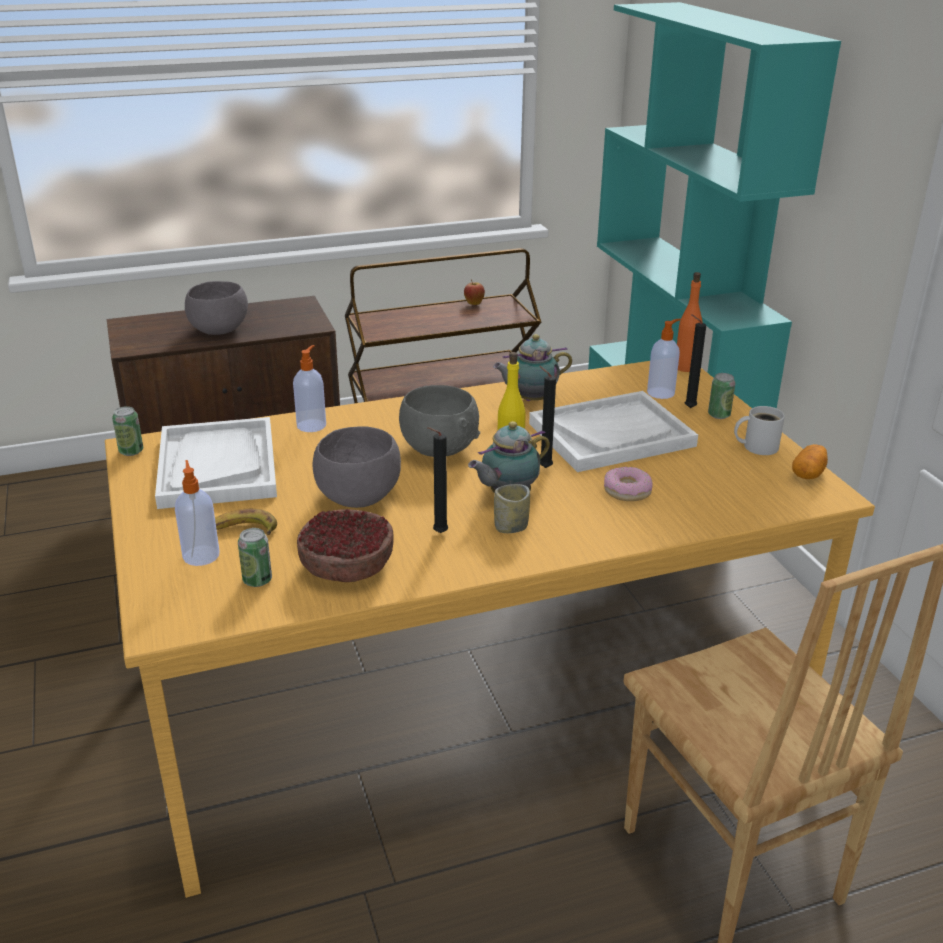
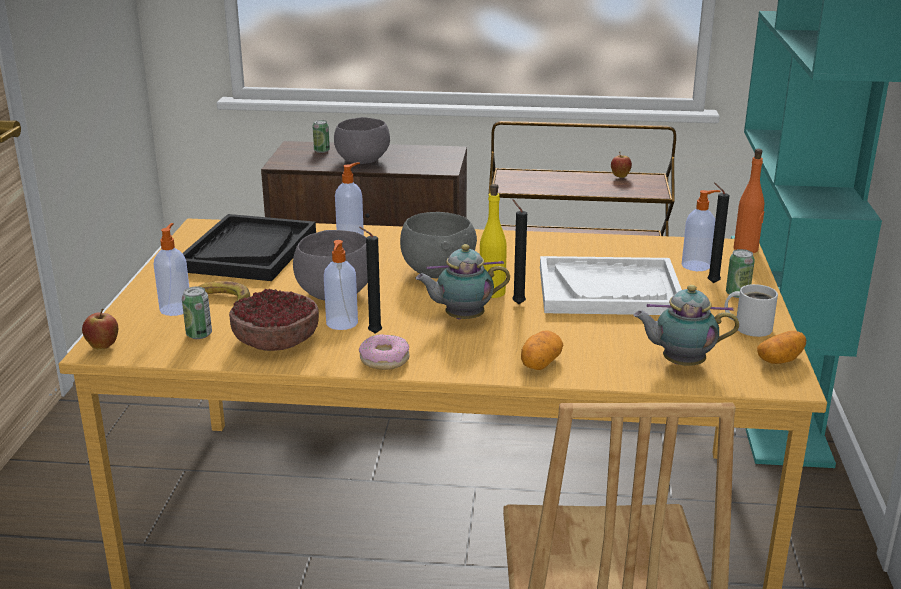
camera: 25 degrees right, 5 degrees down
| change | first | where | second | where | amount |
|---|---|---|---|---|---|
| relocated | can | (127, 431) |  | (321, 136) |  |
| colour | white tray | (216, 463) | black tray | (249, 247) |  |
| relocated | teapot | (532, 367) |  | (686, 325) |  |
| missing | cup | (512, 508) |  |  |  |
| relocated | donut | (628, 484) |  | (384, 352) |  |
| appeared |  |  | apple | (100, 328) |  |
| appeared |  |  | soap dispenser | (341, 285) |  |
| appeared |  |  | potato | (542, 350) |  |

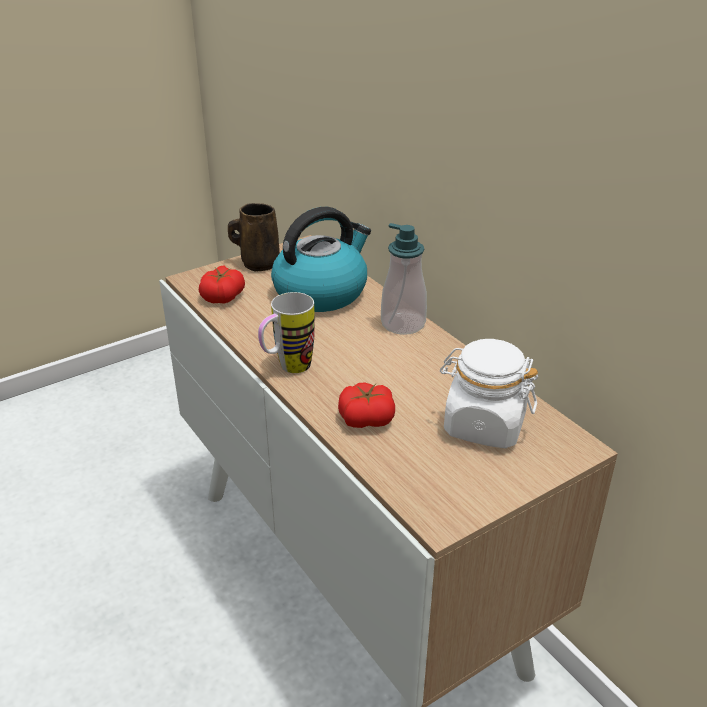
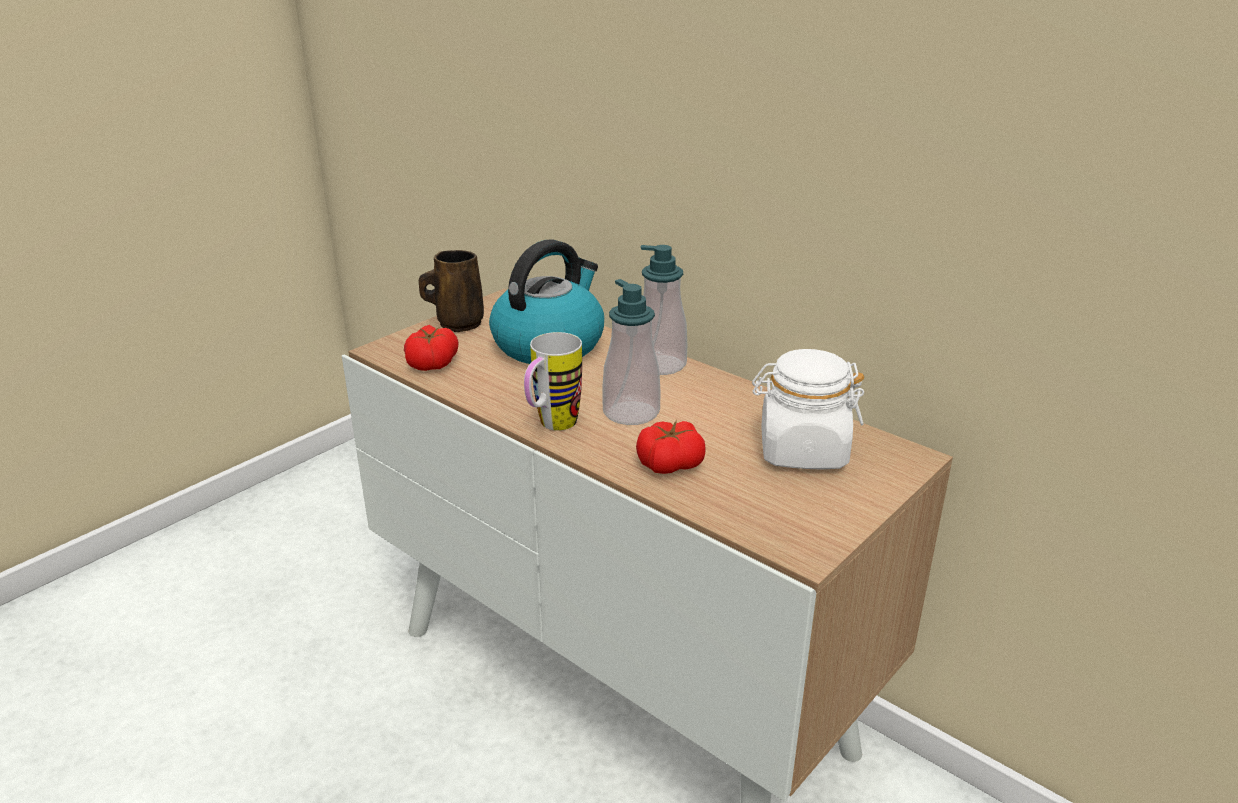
camera: 15 degrees left, 5 degrees down
| change | first | where | second | where | amount |
|---|---|---|---|---|---|
| appeared |  |  | soap dispenser | (631, 352) |  |

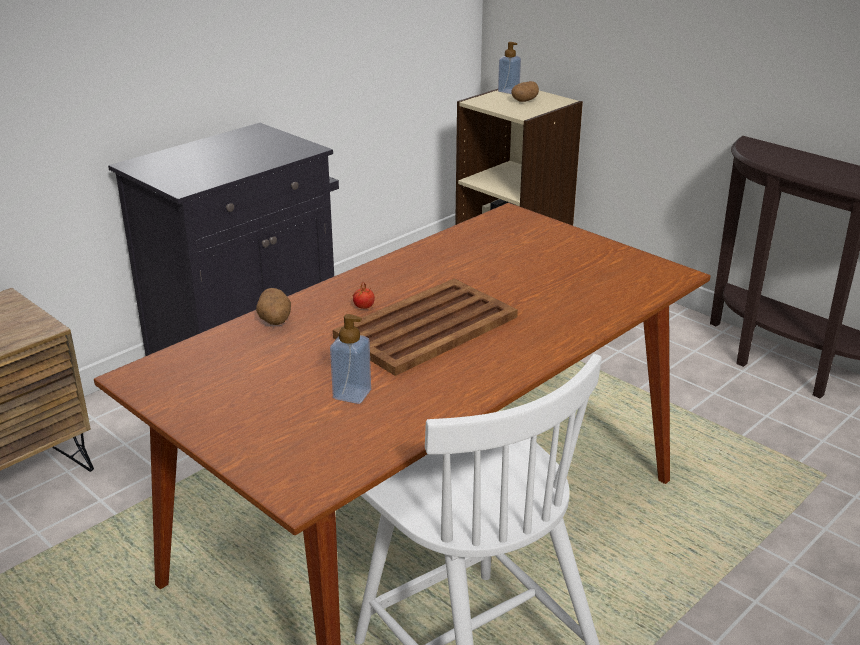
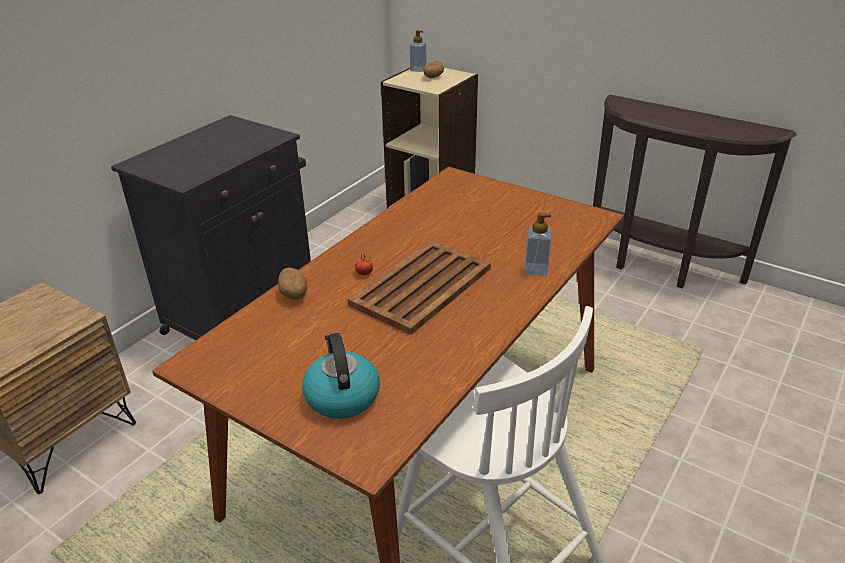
camera: 10 degrees left, 5 degrees up
| change | first | where | second | where | amount |
|---|---|---|---|---|---|
| relocated | soap dispenser | (350, 359) |  | (538, 244) |  |
| appeared |  |  | kettle | (341, 376) |  |

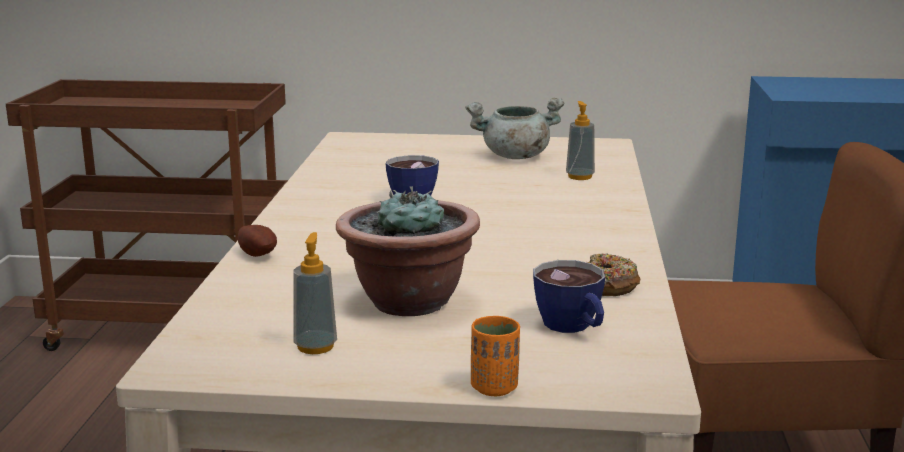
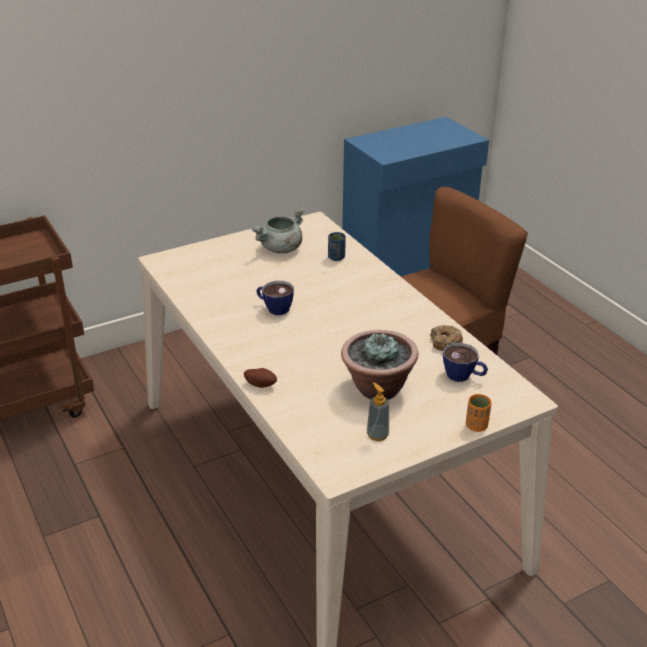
camera: 35 degrees left, 15 degrees up
| change | first | where | second | where | amount |
|---|---|---|---|---|---|
| exchanged | soap dispenser | (580, 140) | blue cup | (337, 246) |  |

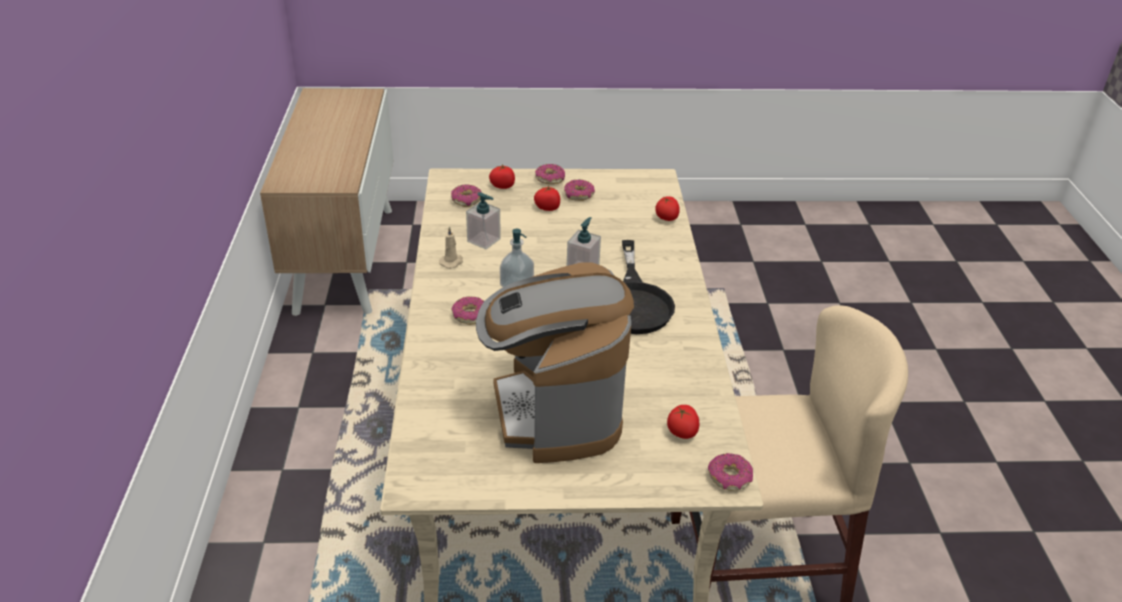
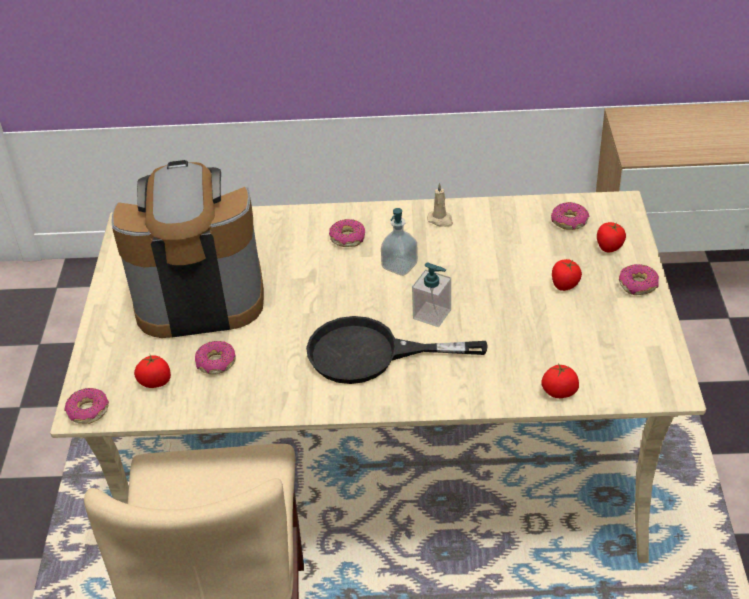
camera: 95 degrees right, 5 degrees up
| change | first | where | second | where | amount |
|---|---|---|---|---|---|
| missing | soap dispenser | (483, 220) |  |  |  |
| relocated | donut | (579, 190) |  | (215, 357) |  |

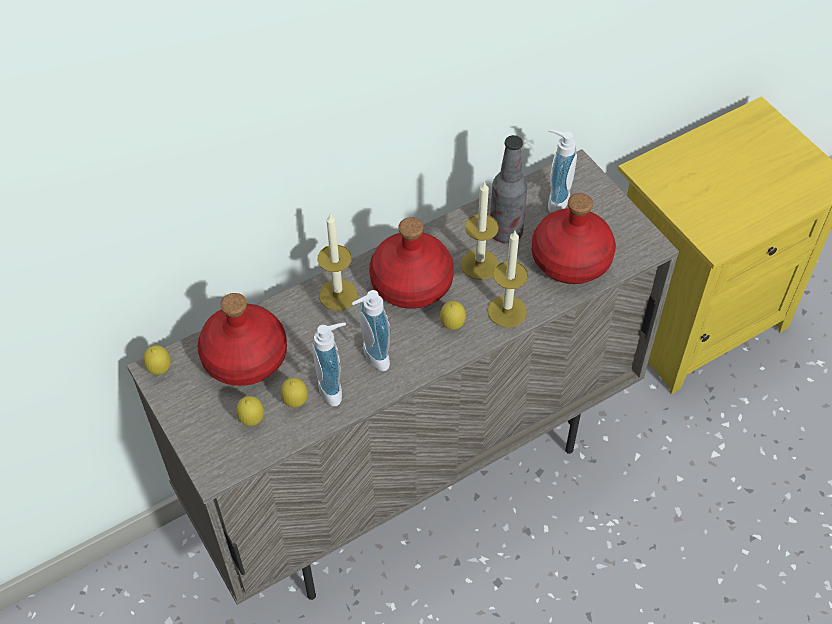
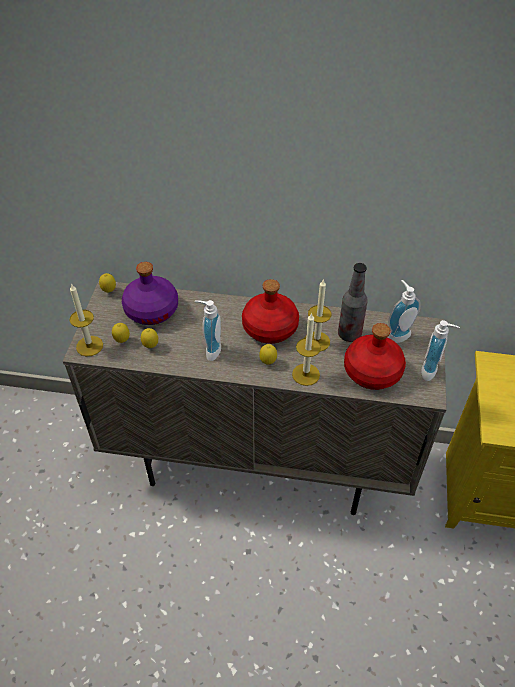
camera: 40 degrees right, 5 degrees down
| change | first | where | second | where | amount |
|---|---|---|---|---|---|
| colour | red bottle | (242, 339) | purple bottle | (150, 293) |  |
| relocated | soap dispenser | (329, 364) |  | (440, 350) |  |
| relocated | candle | (337, 262) |  | (86, 320) |  |

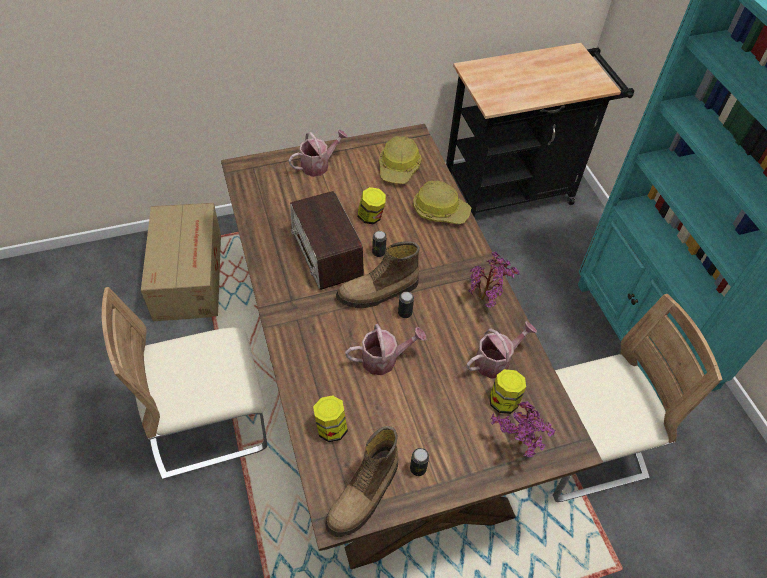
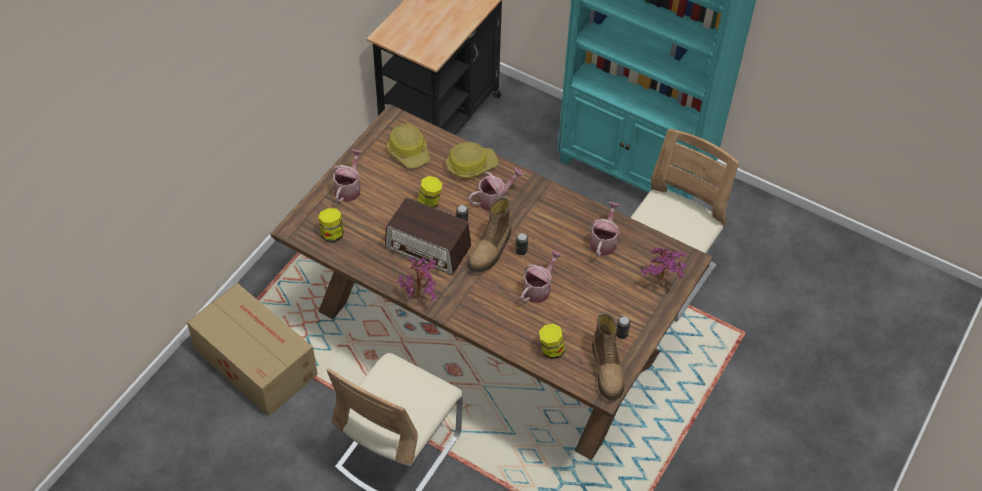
camera: 40 degrees left, 0 degrees up
| change | first | where | second | where | amount |
|---|---|---|---|---|---|
| relocated | potted plant | (494, 280) |  | (417, 279) |  |
| relocated | jar | (508, 391) |  | (331, 225) |  |
| appeared |  |  | watering can | (496, 189) |  |

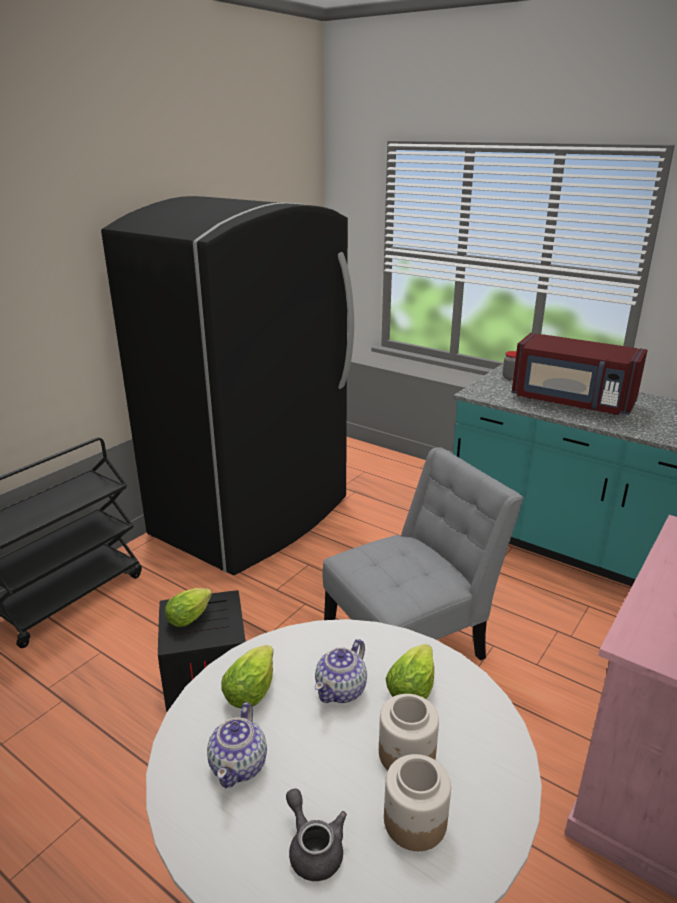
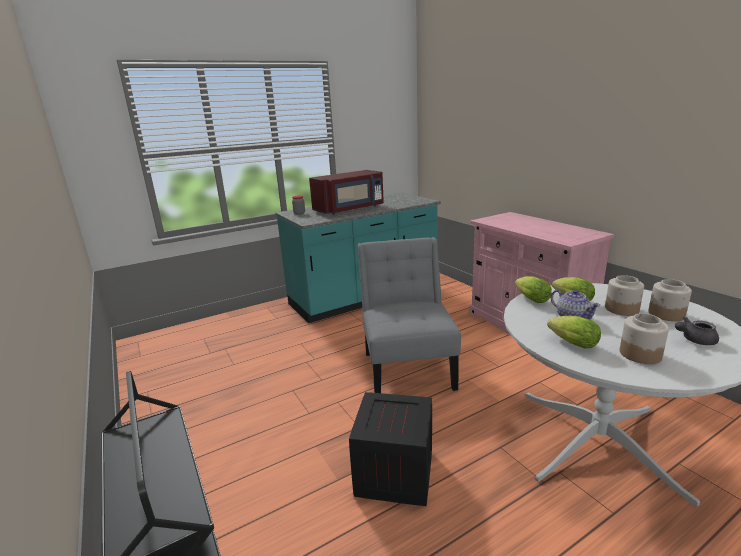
camera: 65 degrees left, 5 degrees down
| change | first | where | second | where | amount |
|---|---|---|---|---|---|
| missing | black fridge | (227, 385) |  |  |  |
| relocated | lettuce | (188, 607) |  | (533, 289) |  |
| exchanged | teapot | (237, 745) | jar | (644, 338) |  |

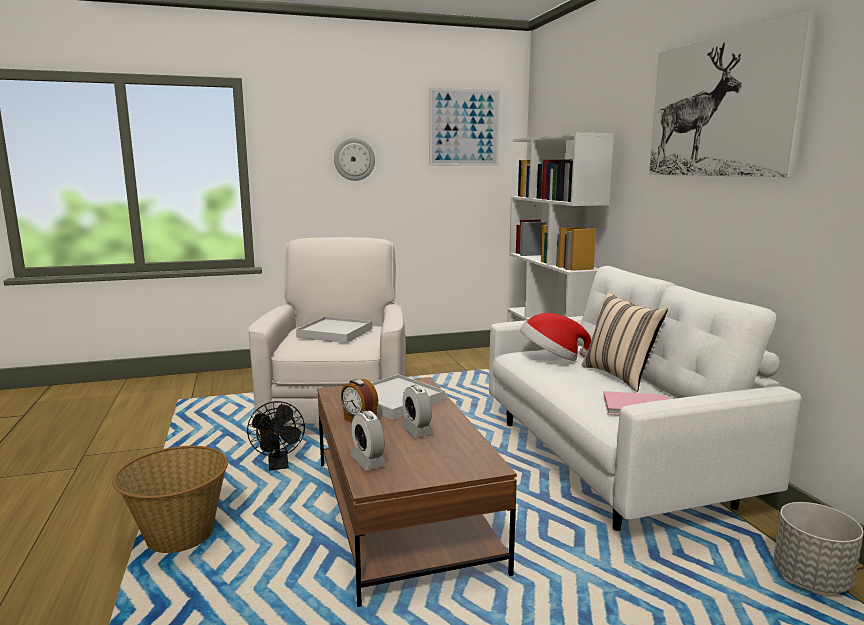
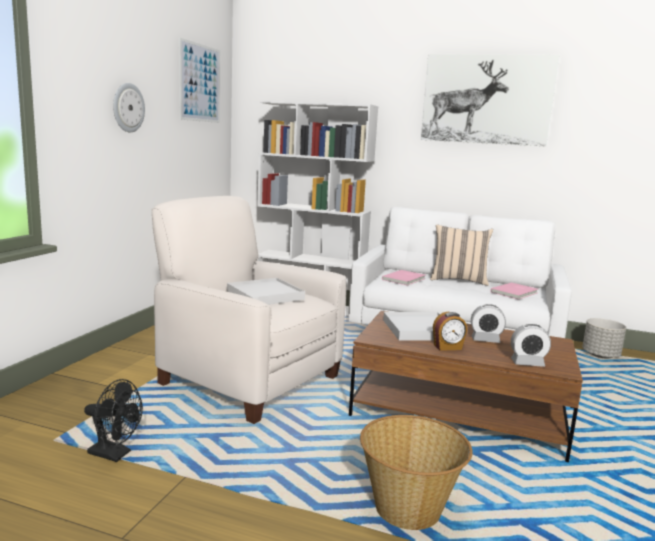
camera: 55 degrees left, 0 degrees up
| change | first | where | second | where | amount |
|---|---|---|---|---|---|
| relocated | black fan | (276, 436) |  | (113, 420) |  |
| exchanged | hat | (555, 337) | pink book | (403, 278) |  |

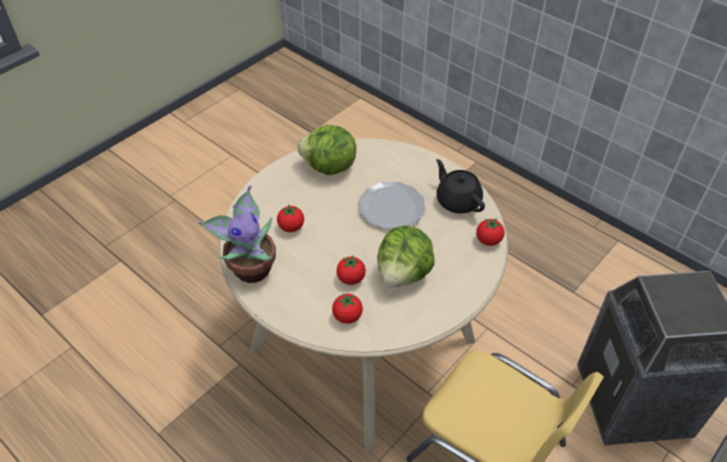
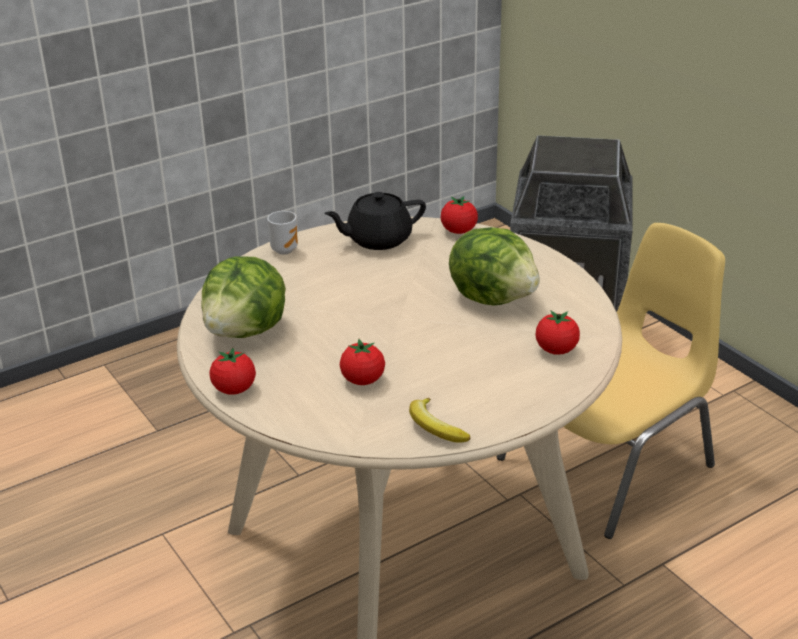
camera: 75 degrees left, 15 degrees down
| change | first | where | second | where | amount |
|---|---|---|---|---|---|
| exchanged | potted plant | (237, 234) | banana | (439, 420) |  |
| relocated | tomato | (351, 270) |  | (232, 371) |  |
| missing | plate | (392, 205) |  |  |  |
| appeared |  |  | mug | (282, 233) |  |

